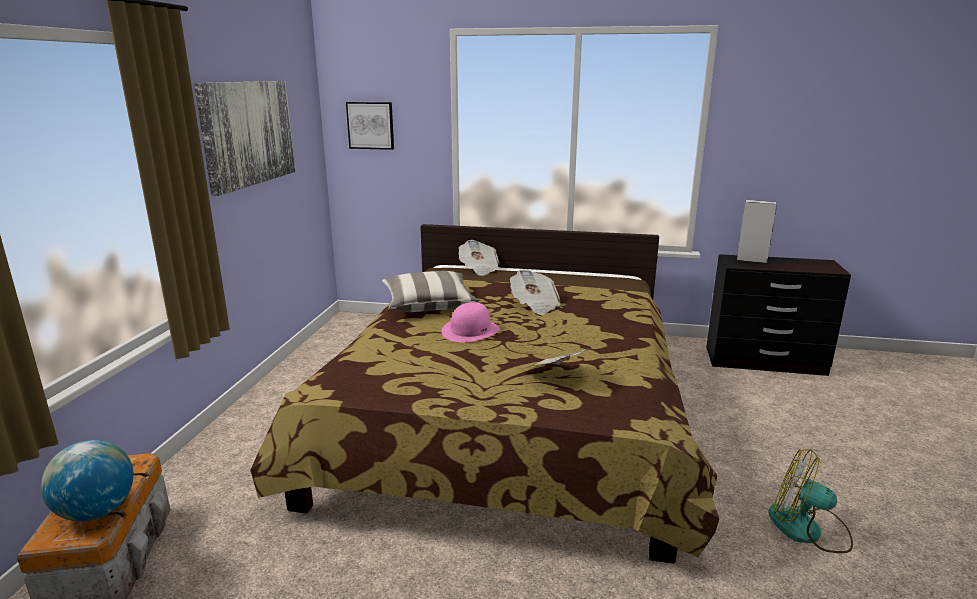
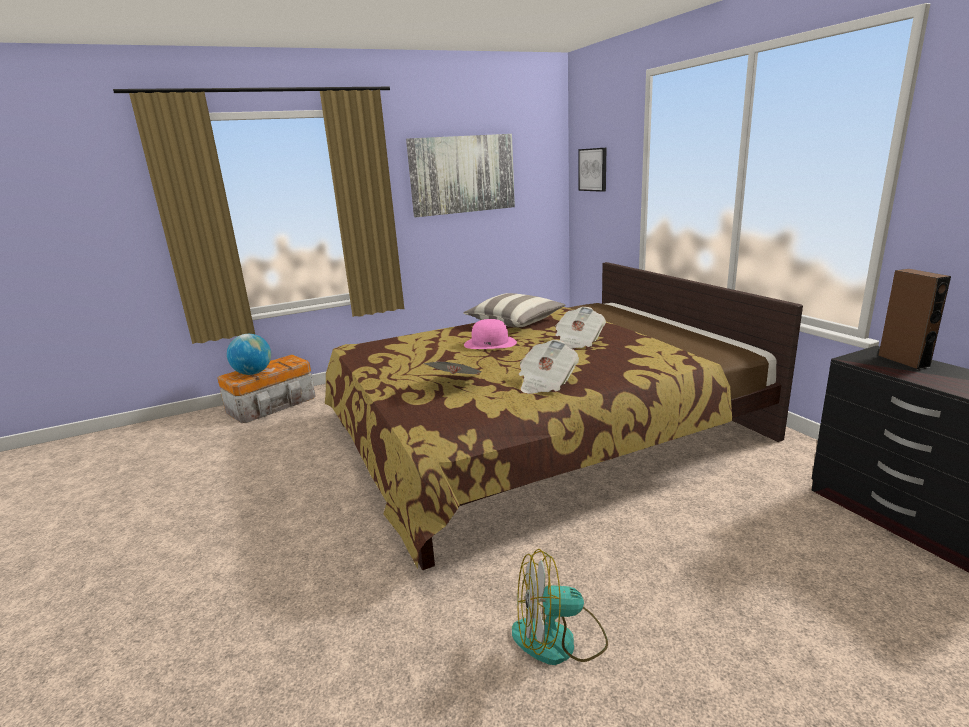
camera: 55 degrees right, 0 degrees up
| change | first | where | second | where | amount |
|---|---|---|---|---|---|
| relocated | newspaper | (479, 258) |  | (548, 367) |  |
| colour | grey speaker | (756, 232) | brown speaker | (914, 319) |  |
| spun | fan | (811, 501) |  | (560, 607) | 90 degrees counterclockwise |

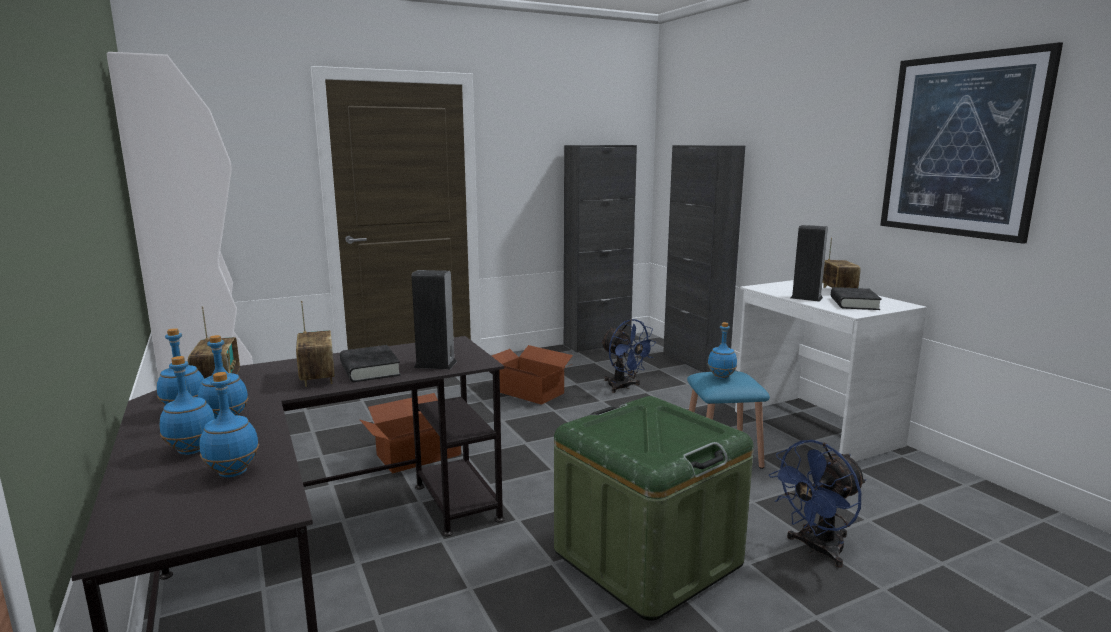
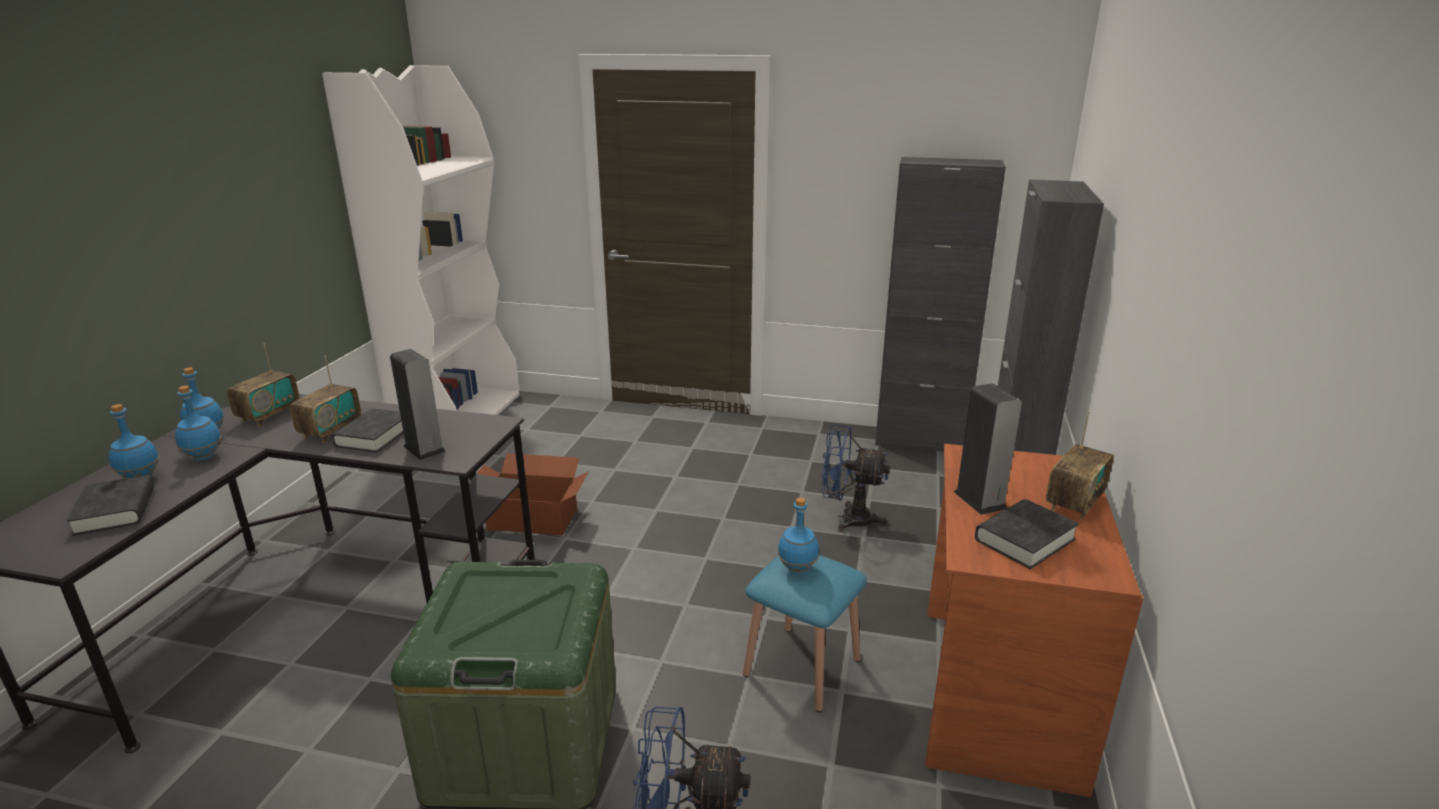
camera: 40 degrees right, 10 degrees up
| change | first | where | second | where | amount |
|---|---|---|---|---|---|
| exchanged | blue bottle | (229, 424) | black book | (110, 505) |  |
| missing | cardboard box | (532, 375) |  |  |  |
| spun | blue fan | (628, 356) |  | (855, 478) | 105 degrees clockwise |
| colour | white desk | (831, 371) | brown desk | (1034, 621) |  |
| missing | picture | (971, 143) |  |  |  |

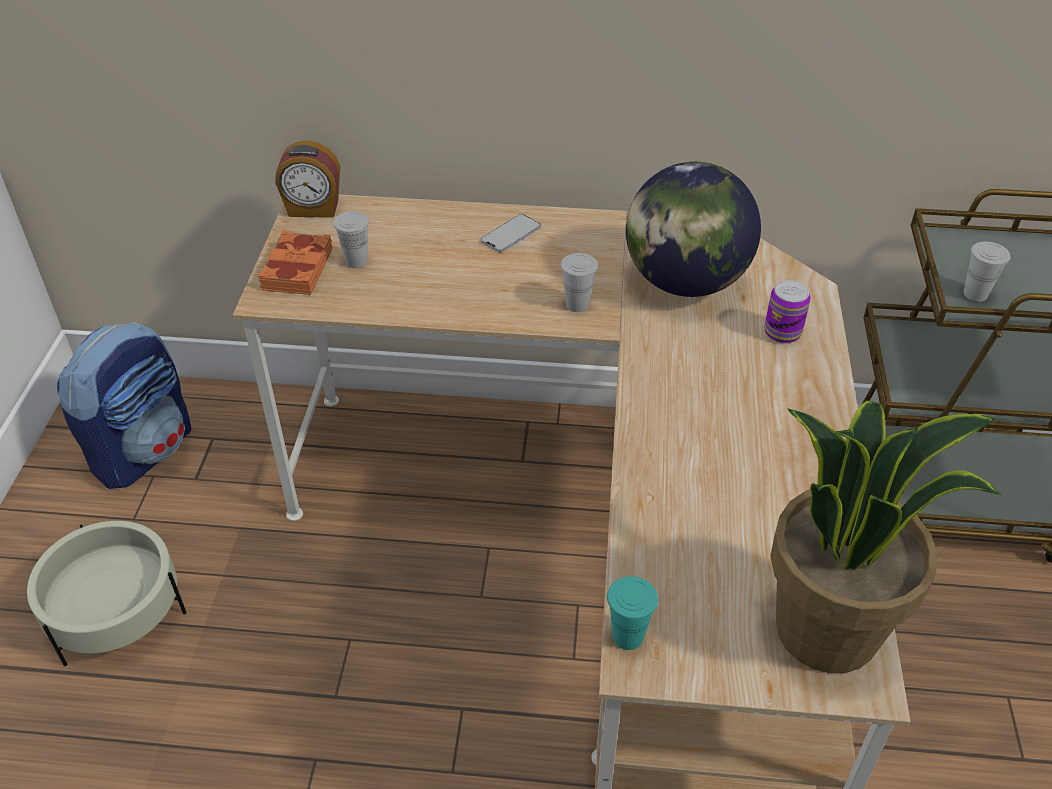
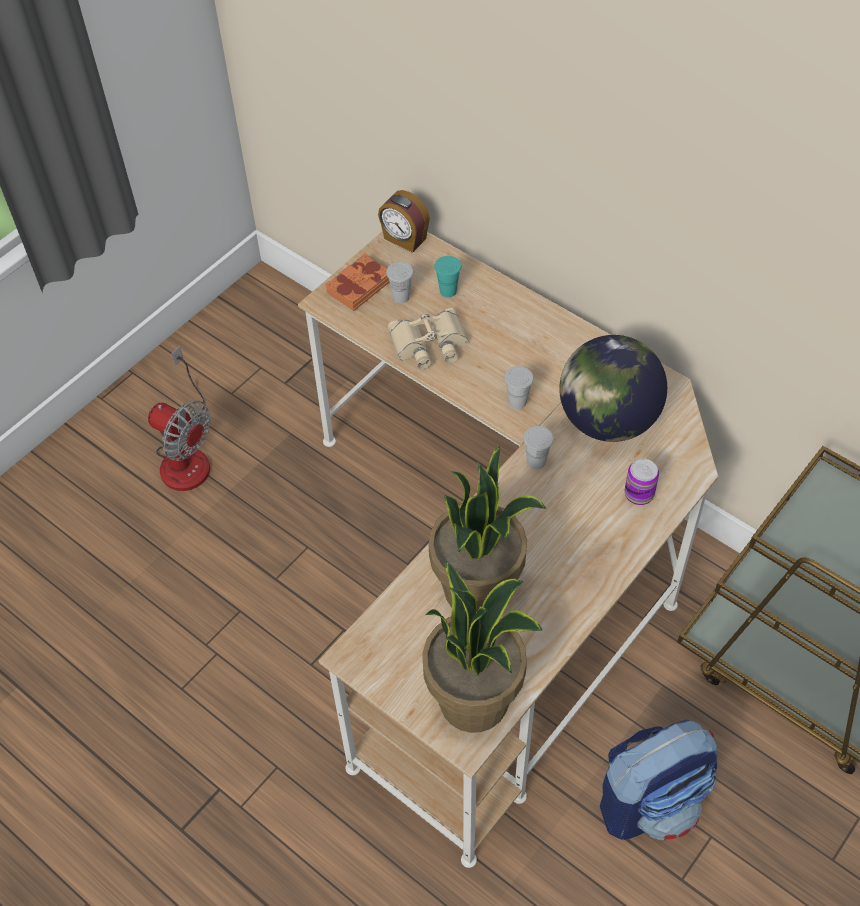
camera: 35 degrees right, 10 degrees up
| change | first | where | second | where | amount |
|---|---|---|---|---|---|
| exchanged | beige planter | (106, 593) | fan | (179, 418) |  |
| relocated | backpack | (124, 405) |  | (658, 780) |  |
| missing | phone | (511, 233) |  |  |  |
| relocated | turquoise cup | (632, 613) |  | (447, 276) |  |
| relocated | white cup | (987, 271) |  | (538, 447) |  |
| appeared |  |  | beige binoculars | (428, 338) |  |
| appeared |  |  | potted plant | (487, 529) |  |

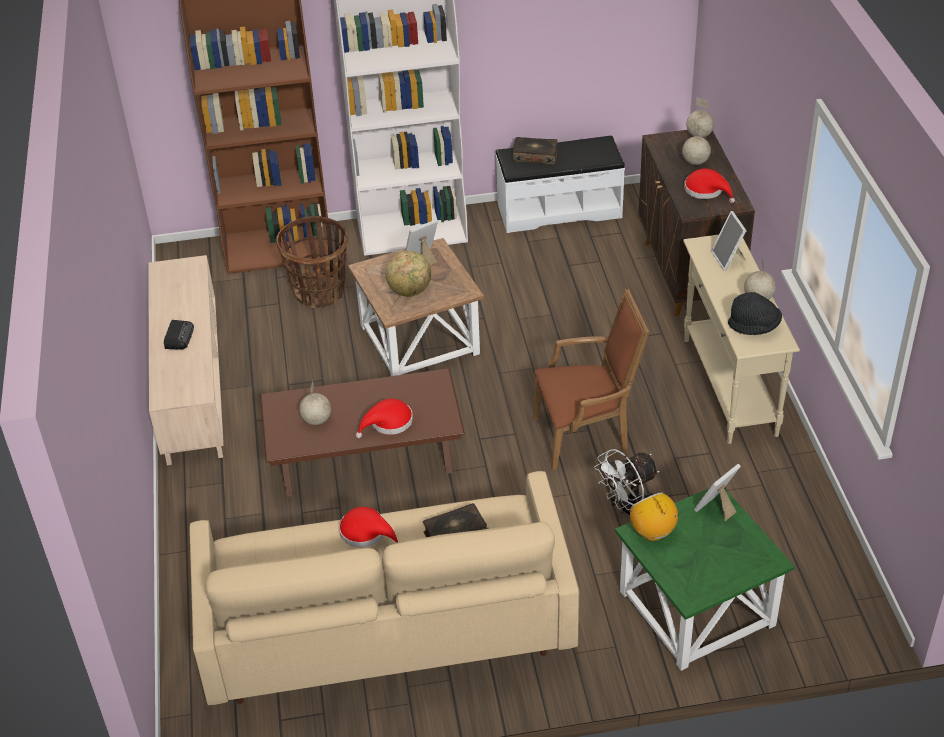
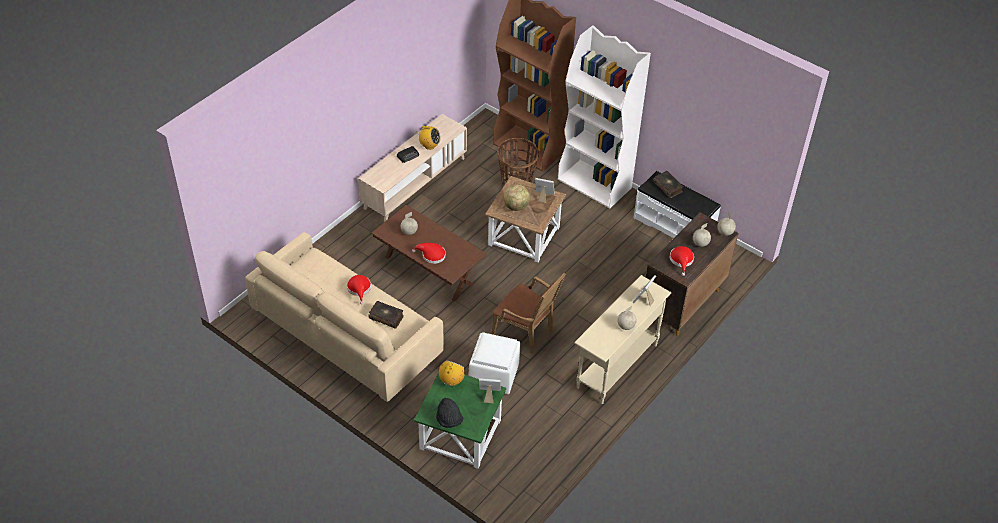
camera: 45 degrees right, 5 degrees up
| change | first | where | second | where | amount |
|---|---|---|---|---|---|
| exchanged | white fan | (626, 482) | white ottoman | (494, 363) |  |
| relocated | black hat | (755, 313) |  | (449, 413) |  |
| appeared |  |  | radio | (430, 138) |  |

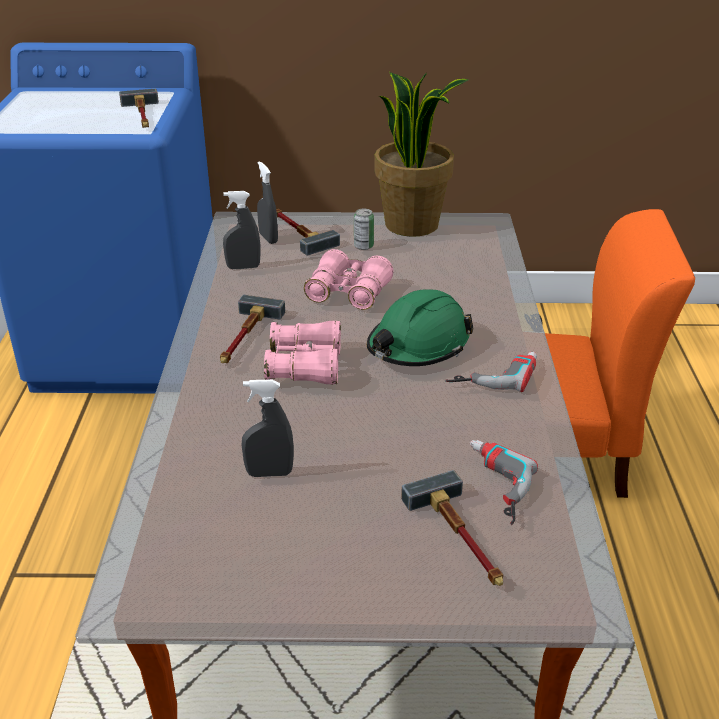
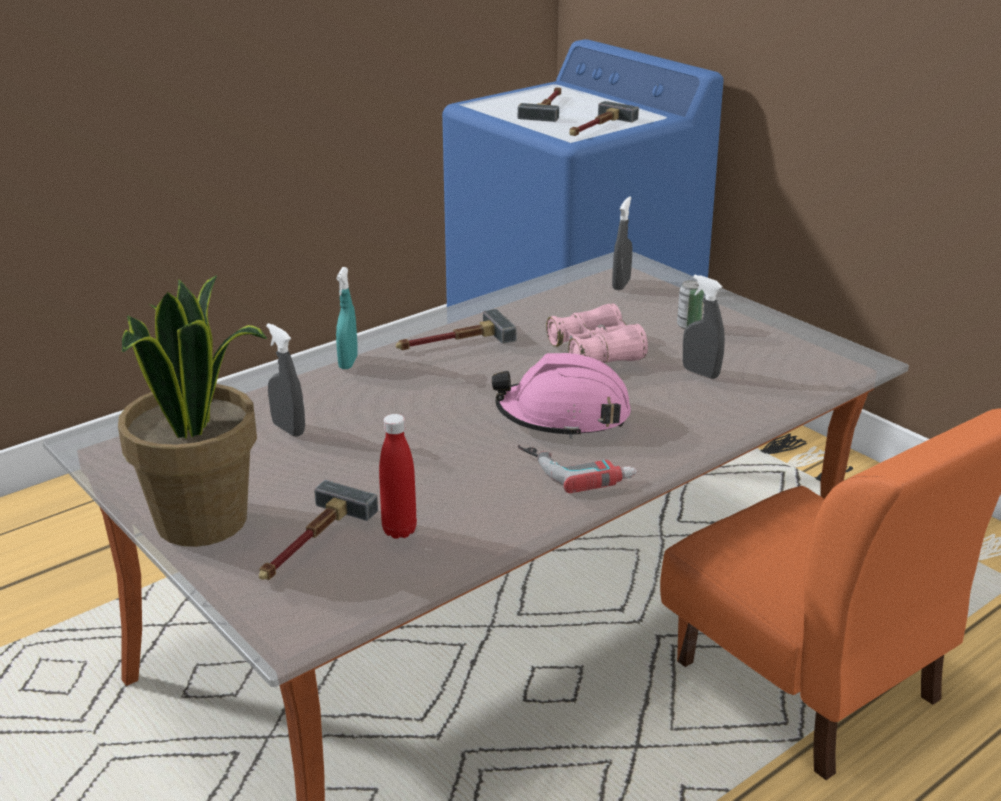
camera: 50 degrees right, 5 degrees down
| change | first | where | second | where | amount |
|---|---|---|---|---|---|
| relocated | grey spray bottle | (242, 230) |  | (704, 327) |  |
| missing | pink binoculars | (302, 352) |  |  |  |
| relocated | hammer | (308, 232) |  | (539, 105) |  |
| colour | green hard hat | (420, 327) | pink hard hat | (561, 396) |  |
| relocated | potted plant | (421, 154) |  | (192, 411) |  |
| exchanged | power drill | (504, 482) | red bottle | (398, 476) |  |
| appeared |  |  | turquoise spray bottle | (347, 318) |  |

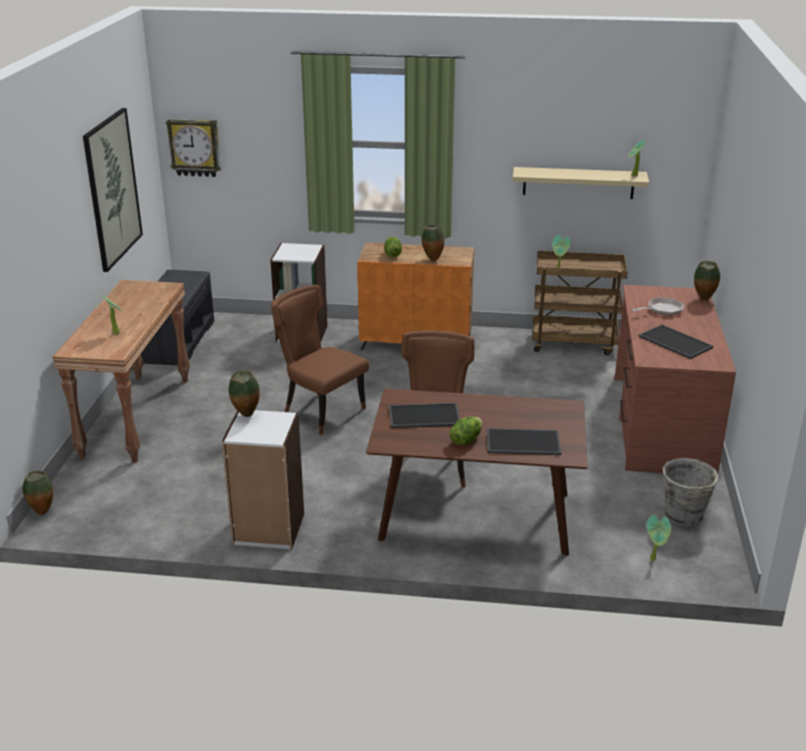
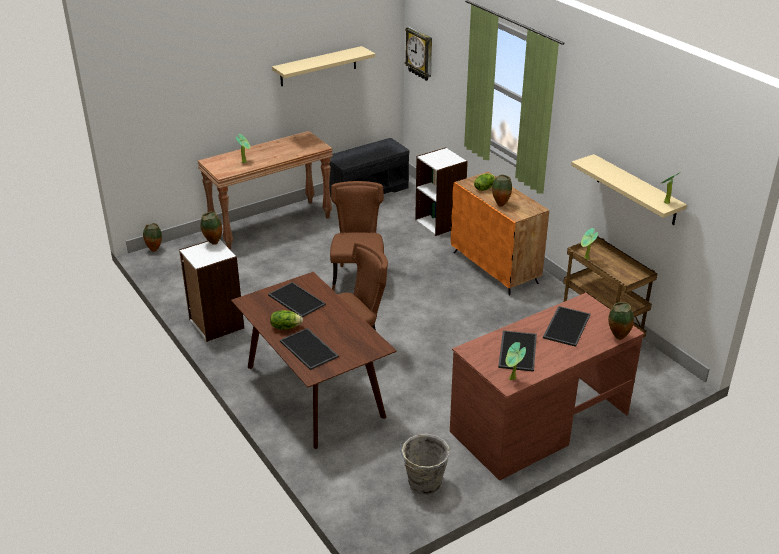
camera: 50 degrees right, 5 degrees up
| change | first | where | second | where | amount |
|---|---|---|---|---|---|
| exchanged | picture | (113, 190) | beige shelf | (323, 66) |  |
| exchanged | frying pan | (658, 306) | tray | (566, 326) |  |
| relocated | potted plant | (659, 538) |  | (516, 361) |  |

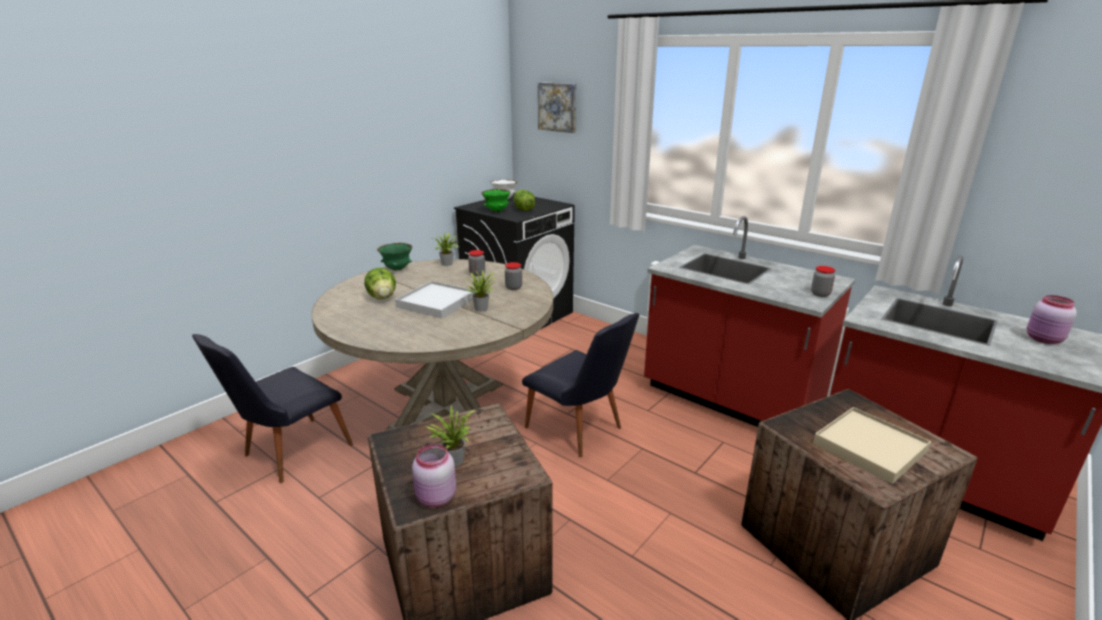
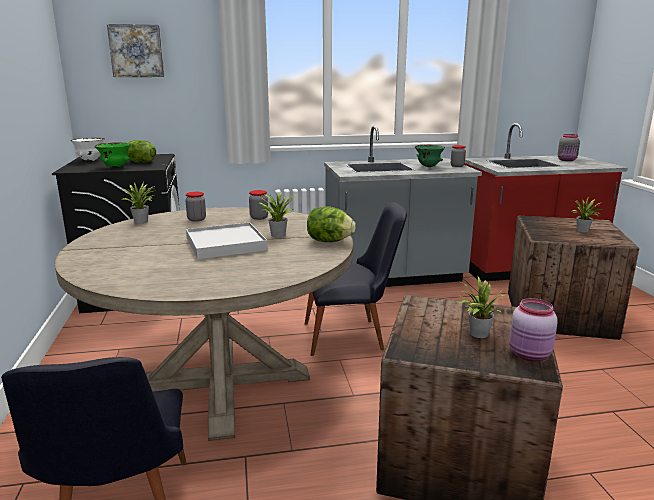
camera: 50 degrees left, 5 degrees down
| change | first | where | second | where | amount |
|---|---|---|---|---|---|
| relocated | lettuce | (380, 283) |  | (331, 224) |  |
| relocated | green bowl | (394, 256) |  | (430, 156) |  |
| colour | red counter | (749, 321) | grey counter | (403, 206) |  |
| exchanged | beige tray | (872, 445) | potted plant | (587, 215) |  |
| colour | pink jar | (1052, 319) | grey jar | (569, 147) |  |

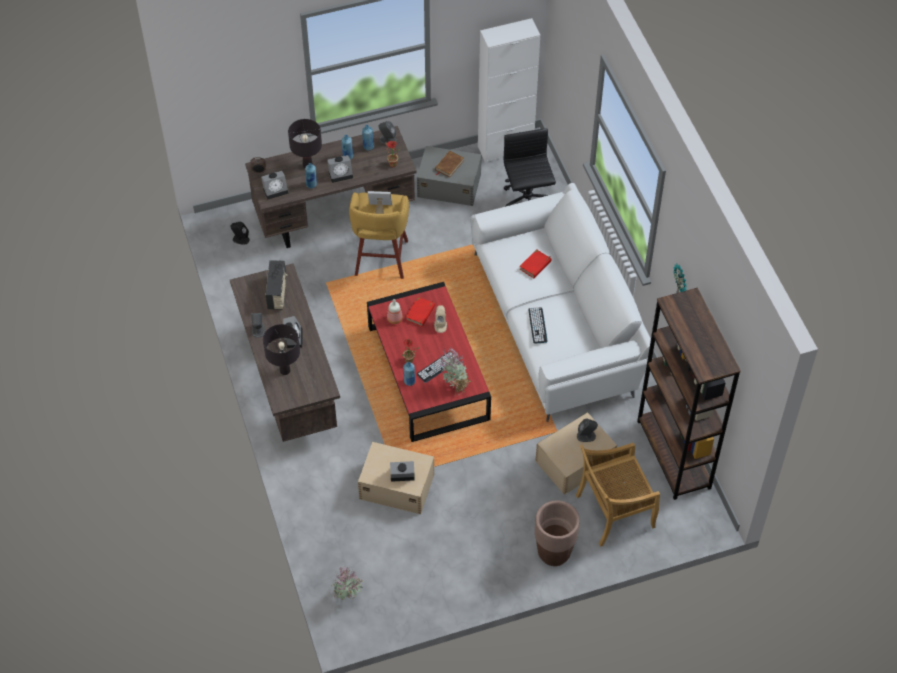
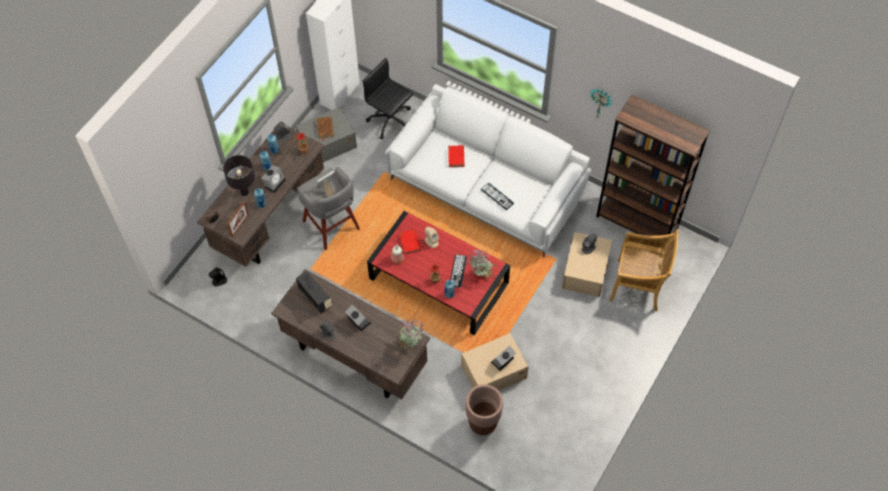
camera: 40 degrees left, 5 degrees up
| change | first | where | second | where | amount |
|---|---|---|---|---|---|
| exchanged | alarm clock | (274, 185) | picture frame | (238, 219) |  |
| missing | black table lamp | (281, 349) |  |  |  |
| relocated | potted plant | (348, 583) |  | (411, 333) |  |
| colour | yellow stool | (379, 235) | grey stool | (328, 208) |  |
| relocated | brown planter | (557, 533) |  | (484, 409) |  |
| spun | beige chair | (618, 495) |  | (644, 270) | 105 degrees counterclockwise |

